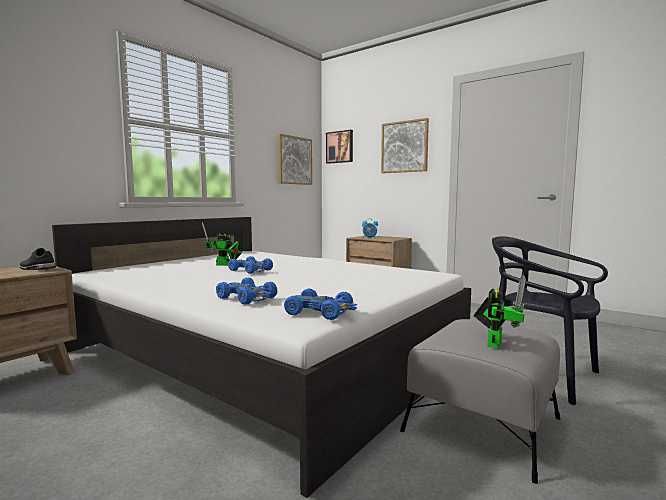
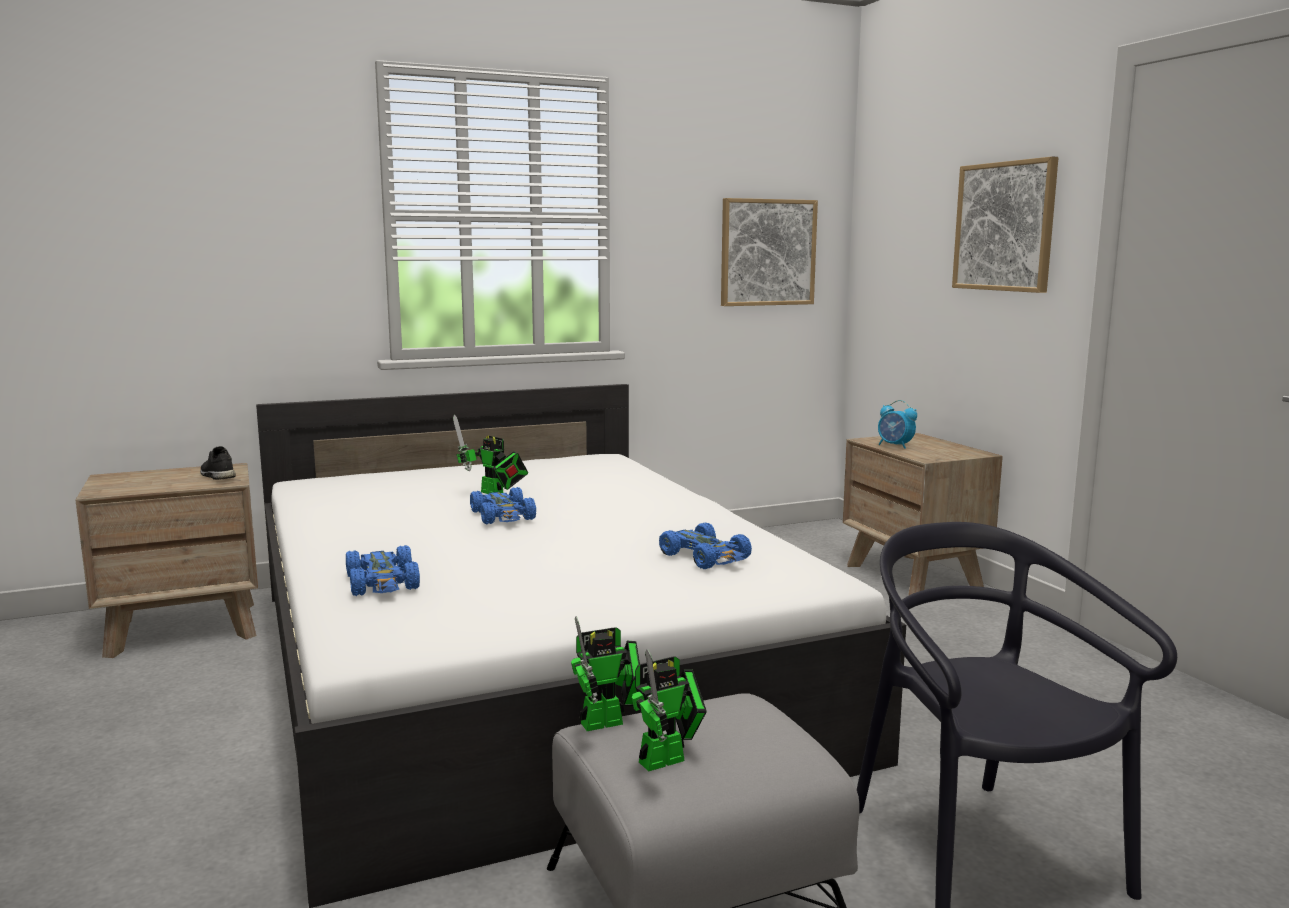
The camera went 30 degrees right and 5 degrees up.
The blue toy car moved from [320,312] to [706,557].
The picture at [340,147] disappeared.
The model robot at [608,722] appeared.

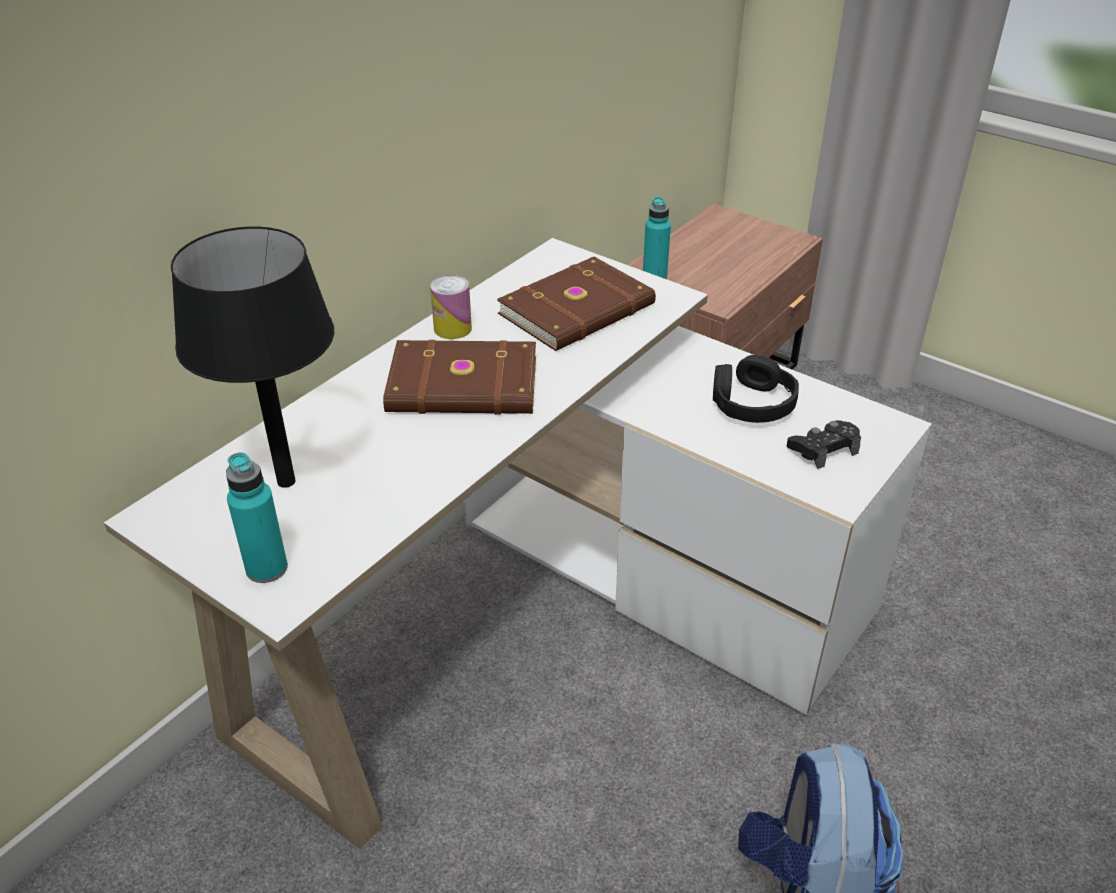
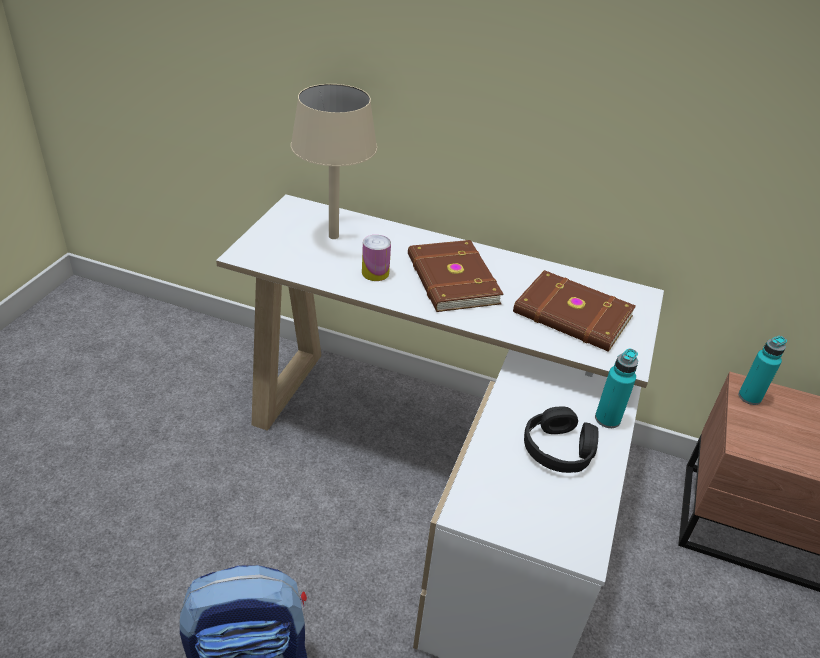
The camera went 70 degrees right and 0 degrees up.
The black-coloured tabletop lamp at [286,482] became the beige tabletop lamp at [333,236].
The turquoise-coloured beverage bottle moved from [266,568] to [607,419].
The can moved from [452,328] to [375,273].
The black-coloured gamepad at [823,449] disappeared.

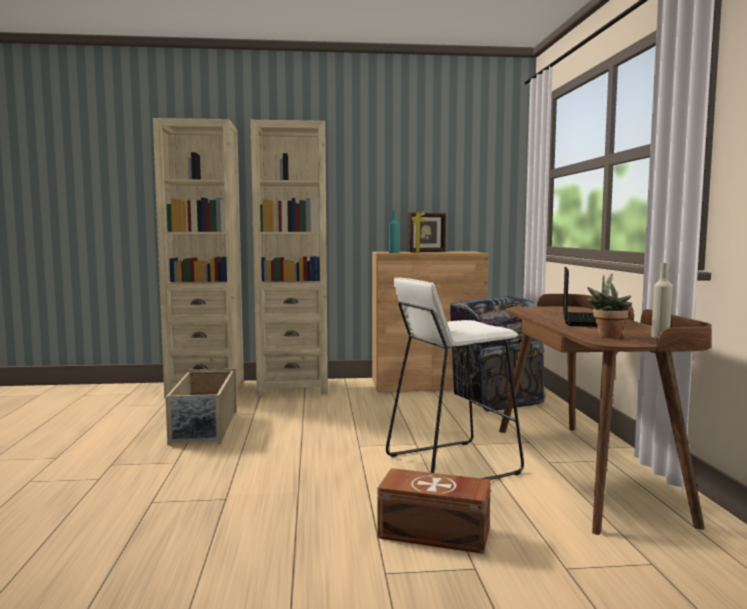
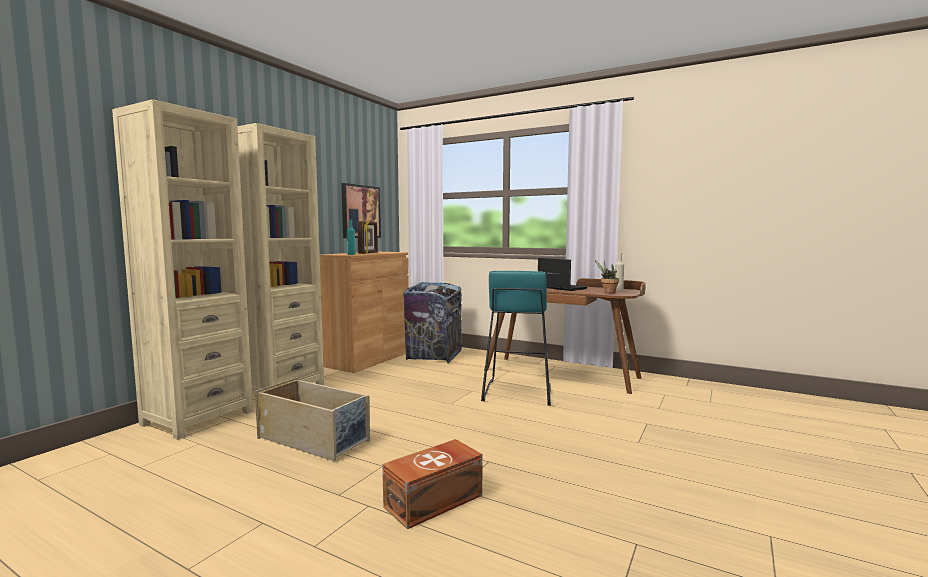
The camera went 55 degrees left and 0 degrees up.
The brown storage container moved from [435,534] to [435,501].
The white stool at [451,464] became the turquoise-coloured stool at [517,392].
The picture at [360,211] appeared.

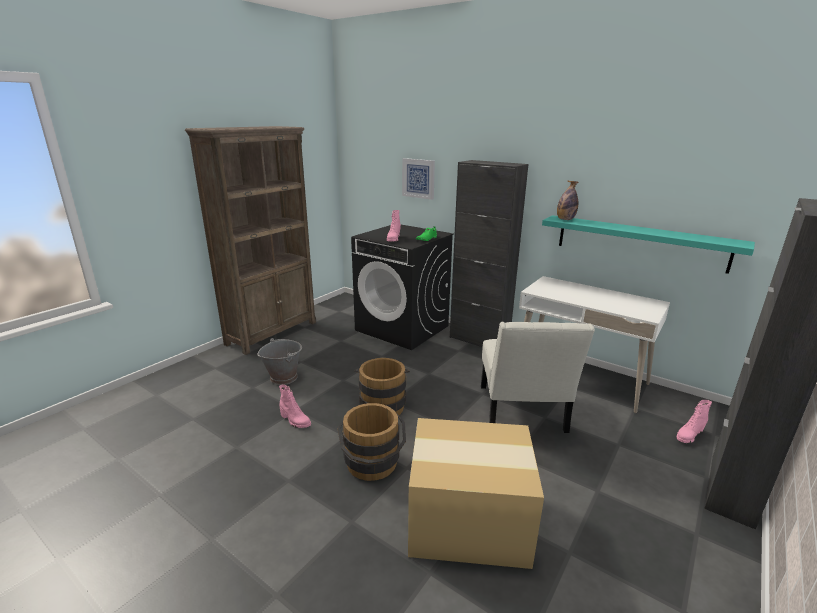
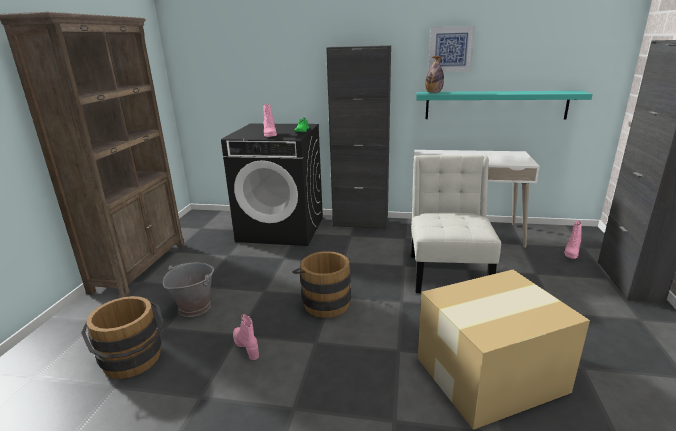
The camera went 25 degrees left and 0 degrees up.
The pink boot at [295,421] turned 135 degrees counterclockwise.
The brown pail moved from [372,466] to [134,362].
The picture moved from [418,178] to [450,49].
The white chair at [522,412] turned 150 degrees counterclockwise.

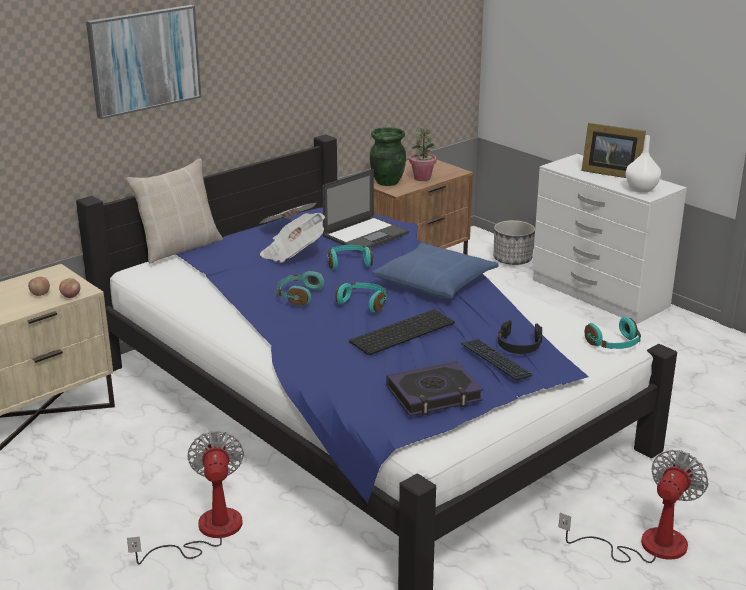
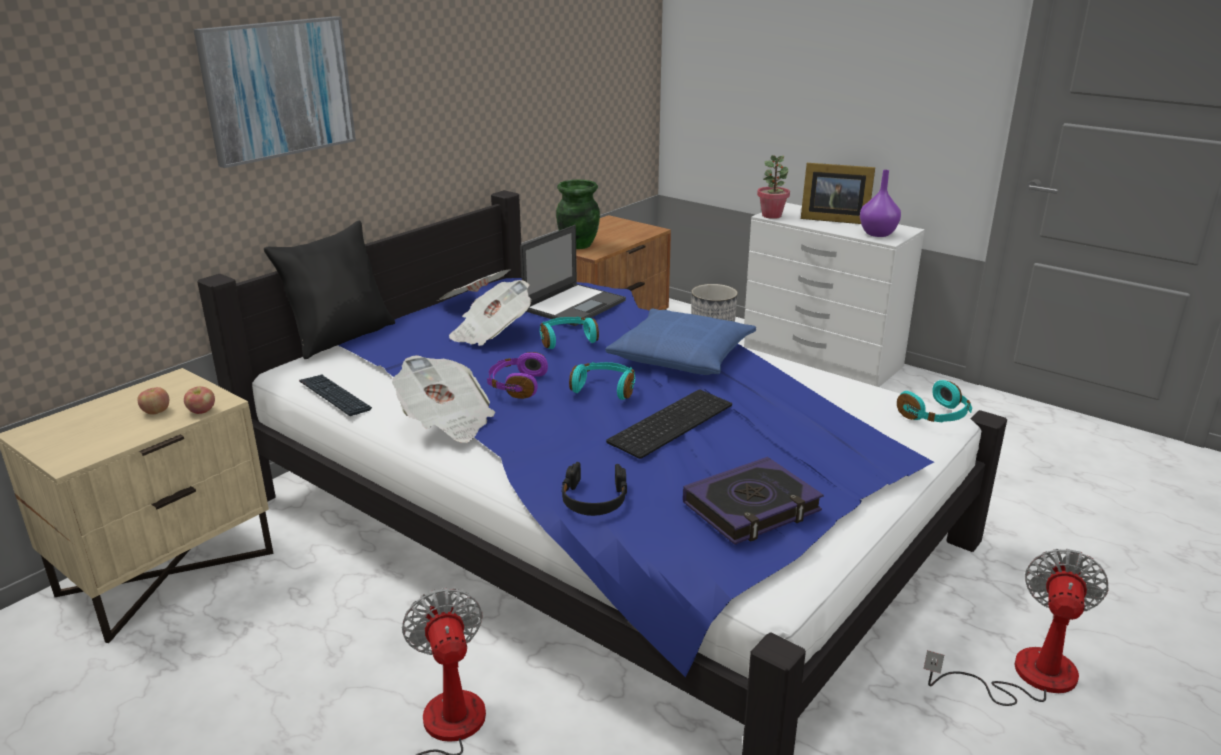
The camera went 10 degrees left and 0 degrees up.
The beige cushion at [179,247] became the black-coloured cushion at [340,336].
The turquoise-coloured headset at [298,295] became the purplish headset at [516,385].
The potted plant moved from [422,178] to [771,215].
The PC keyboard moved from [495,360] to [334,396].
The black-coloured headset moved from [519,345] to [594,499].
The white vase at [640,189] became the purplish vase at [877,233].
The daily paper at [446,421] appeared.

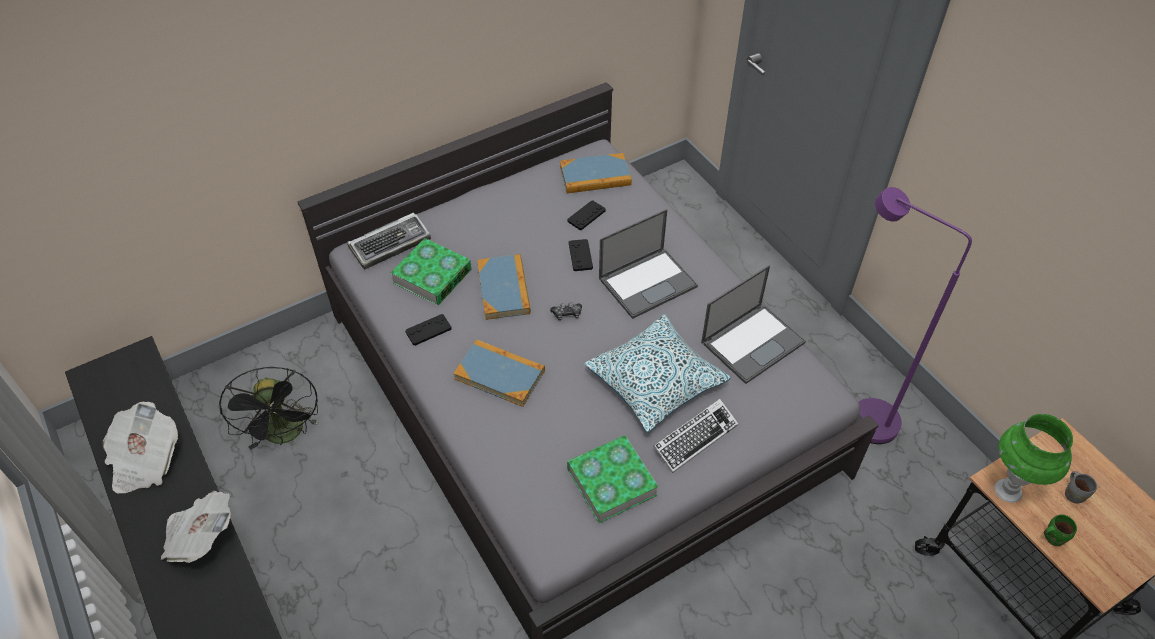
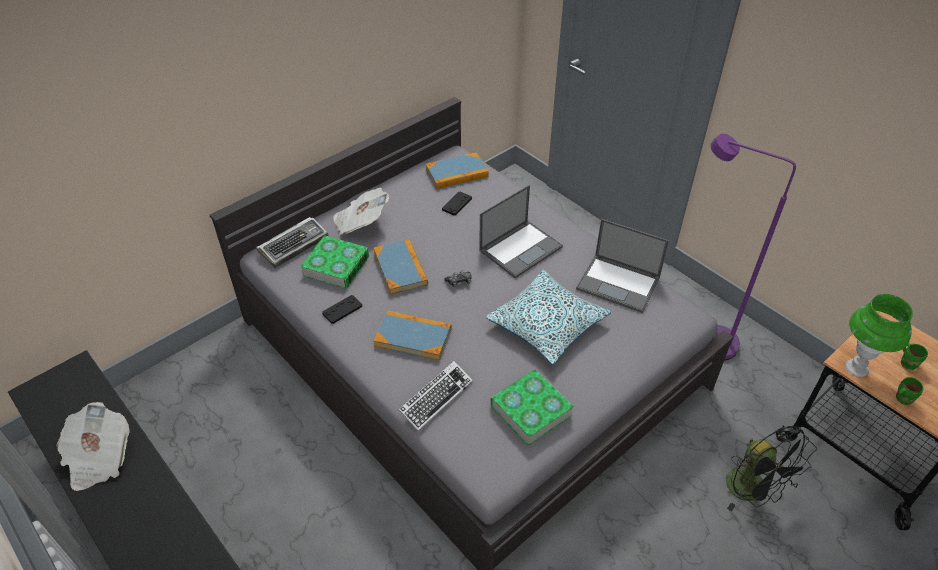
The camera went 10 degrees left and 5 degrees down.
The daily paper moved from [201,536] to [361,223].
The black-coloured fan moved from [286,435] to [752,491].
The black-coloured gamepad at [580,255] disappeared.
The PC keyboard moved from [695,438] to [436,398].
The laptop at [753,342] turned 75 degrees clockwise.
The grey tea mug at [1074,494] became the green tea mug at [908,363].

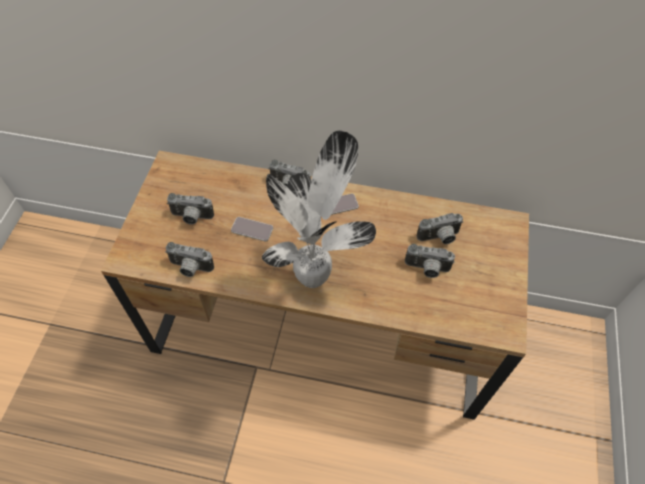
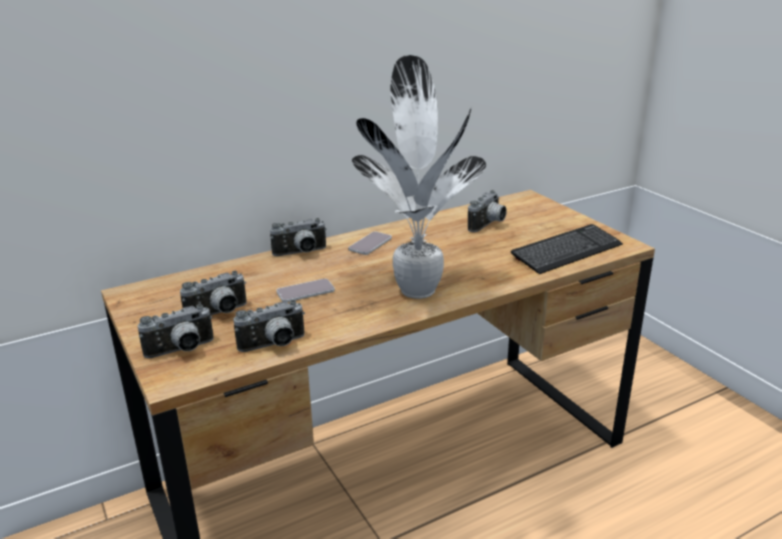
The camera went 40 degrees left and 30 degrees down.
The photo camera moved from [427,269] to [181,351].
The PC keyboard at [566,251] appeared.

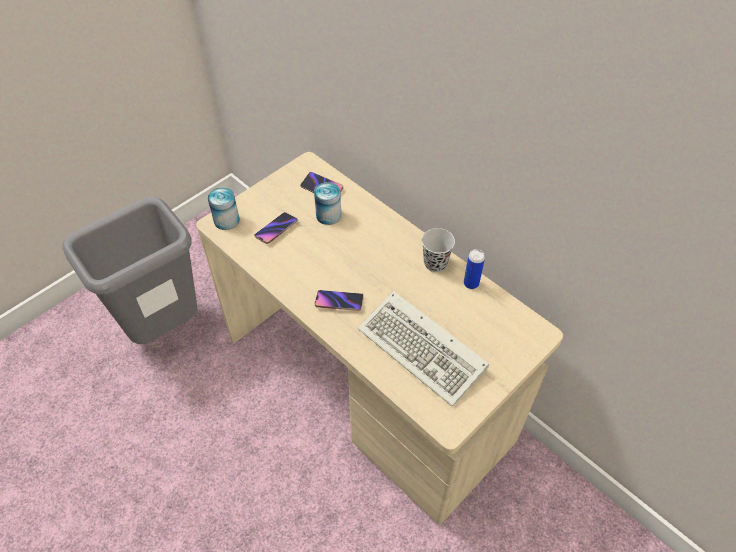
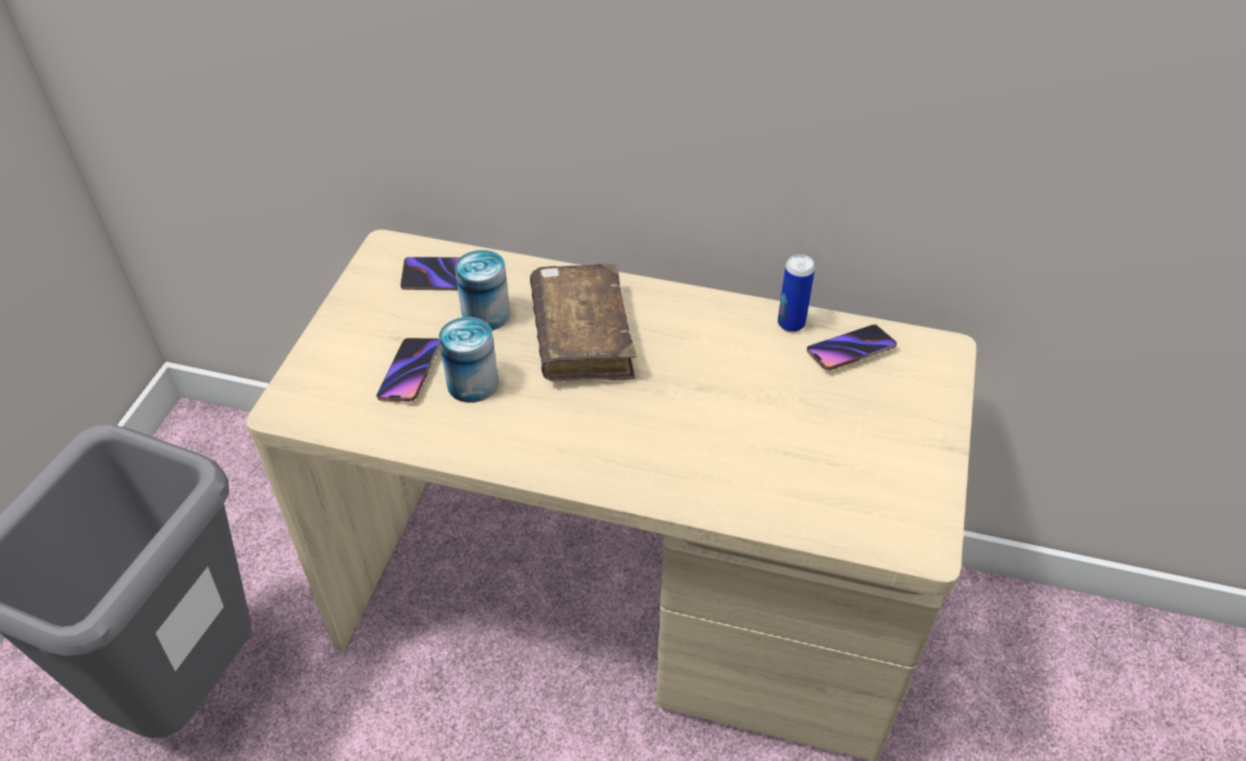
The camera went 30 degrees left and 5 degrees down.
The can moved from [226,220] to [472,383].
The phone moved from [339,302] to [850,351].
The PC keyboard at [425,350] disappeared.
The black-coloured drinking cup at [435,263] disappeared.
The brown book at [581,336] appeared.

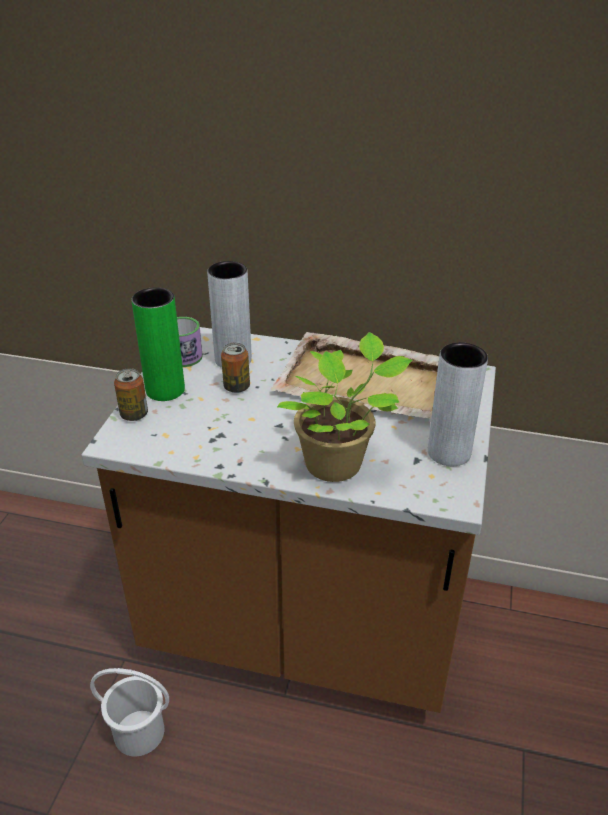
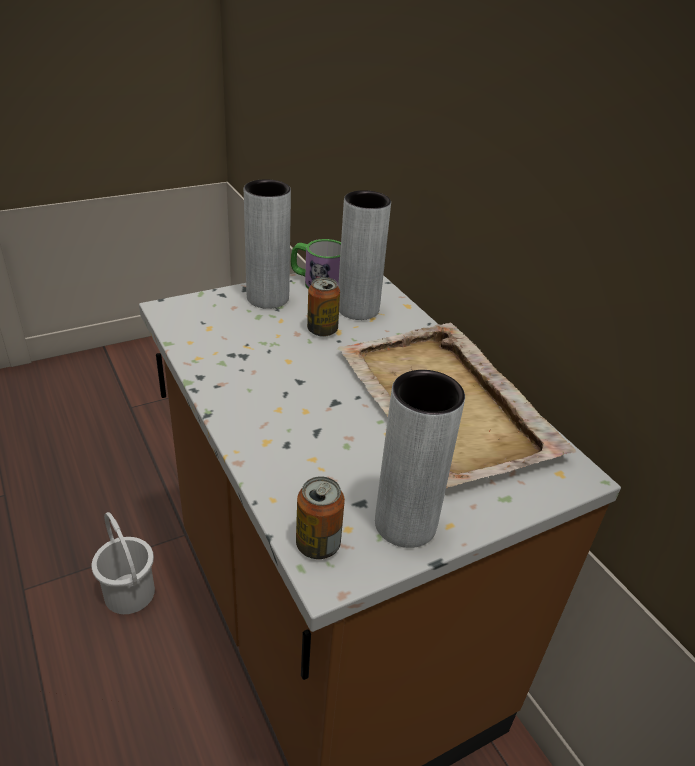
The camera went 45 degrees right and 0 degrees up.
The can moved from [134,414] to [318,544].
The green vase at [165,390] became the grey vase at [268,298].
The potted plant at [338,464] disappeared.

